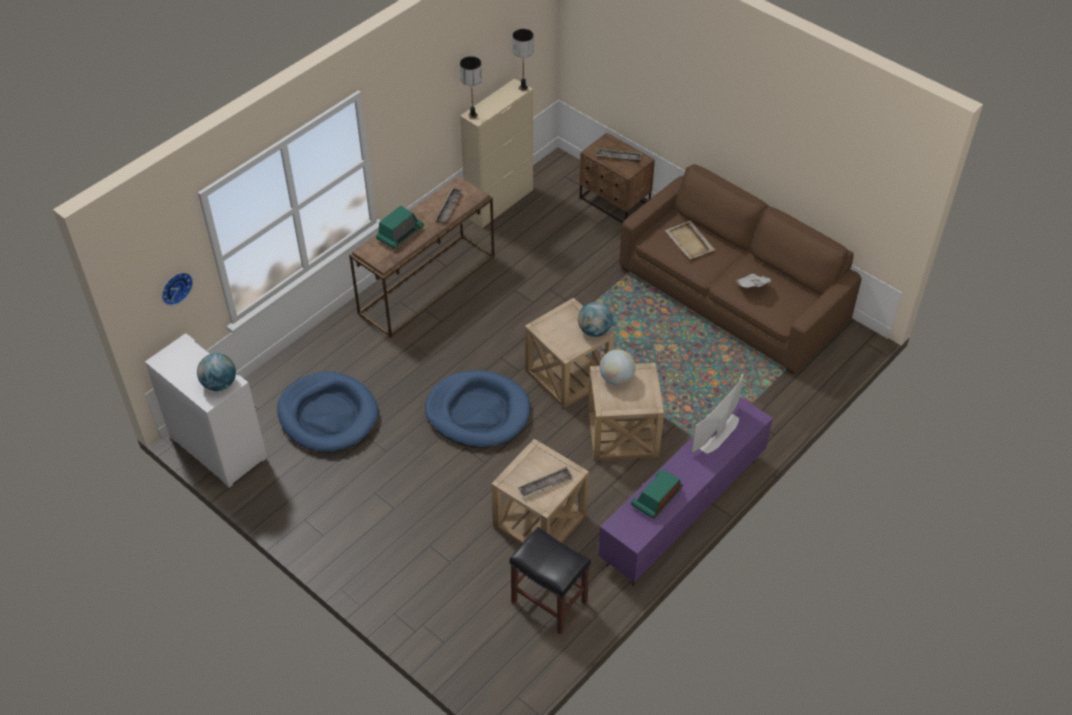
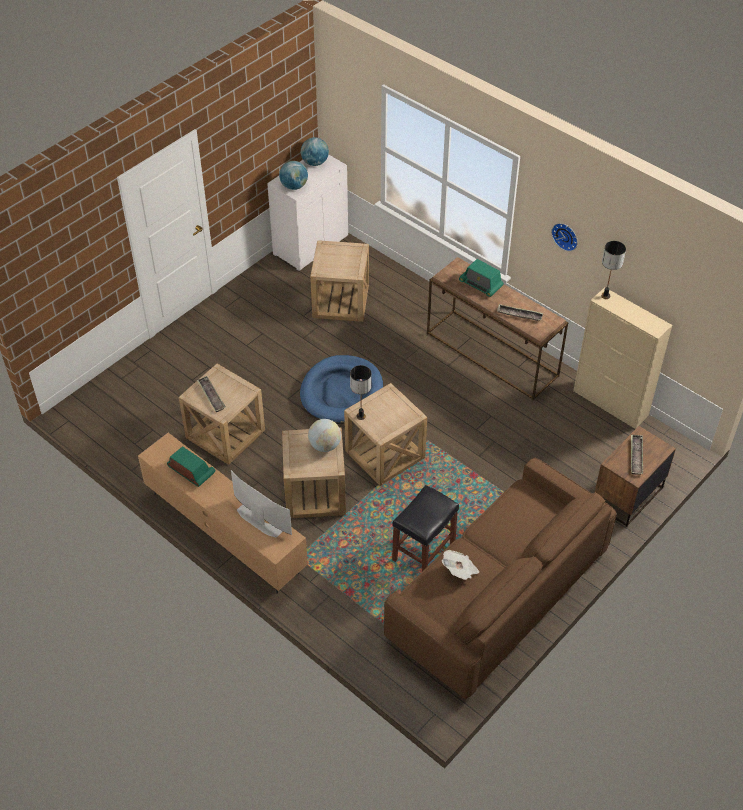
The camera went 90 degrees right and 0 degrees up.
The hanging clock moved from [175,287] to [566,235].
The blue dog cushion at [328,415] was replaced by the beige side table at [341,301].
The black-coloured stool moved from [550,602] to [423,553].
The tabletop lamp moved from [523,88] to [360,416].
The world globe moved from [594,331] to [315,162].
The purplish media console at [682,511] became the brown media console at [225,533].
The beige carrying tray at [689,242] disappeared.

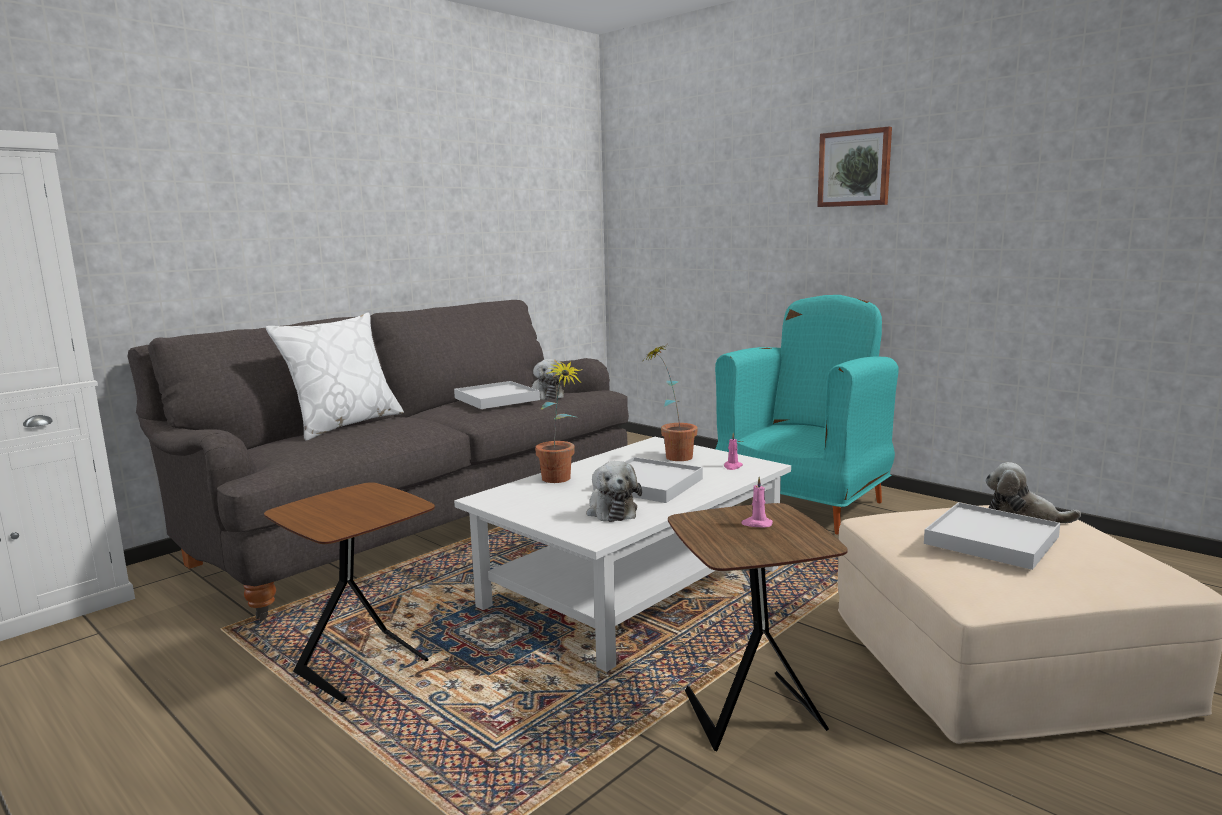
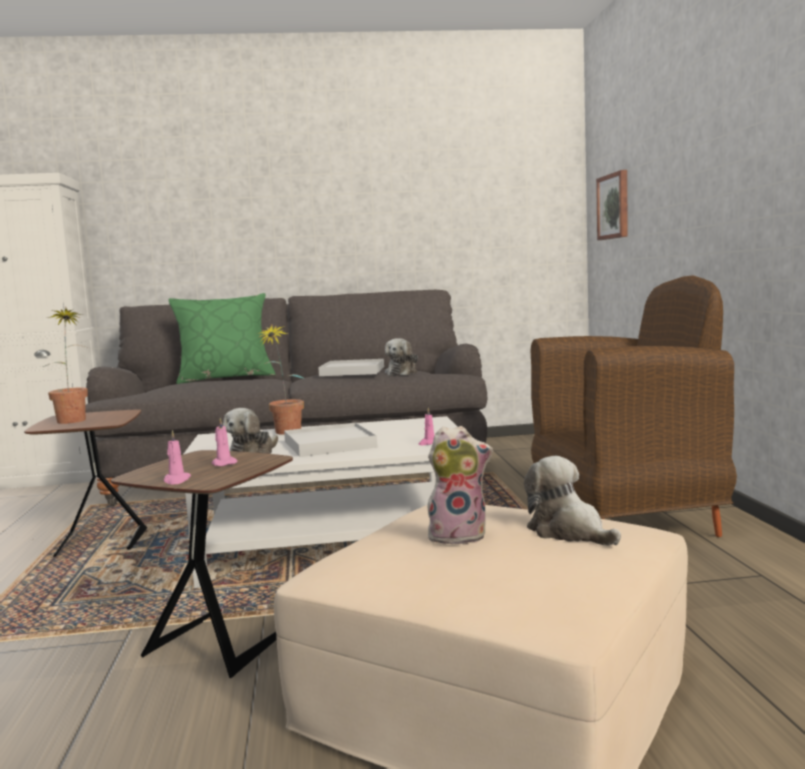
The camera went 40 degrees right and 5 degrees down.
The white cushion at [344,424] became the green cushion at [225,378].
The potted plant moved from [672,456] to [73,419].
The turquoise-coloured easy chair at [804,504] became the brown easy chair at [628,520].
The picture moved from [854,168] to [614,206].
The white carrying tray at [991,540] was replaced by the plush toy at [459,536].
The pink wax light at [176,480] appeared.

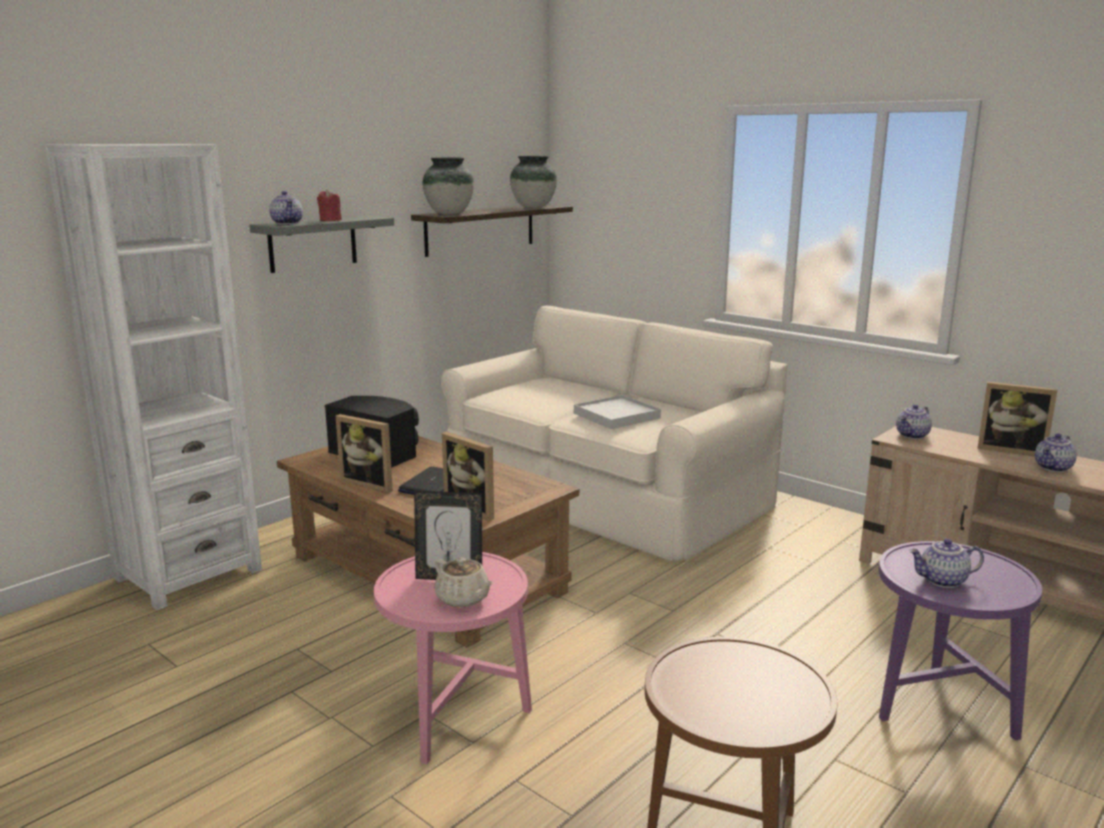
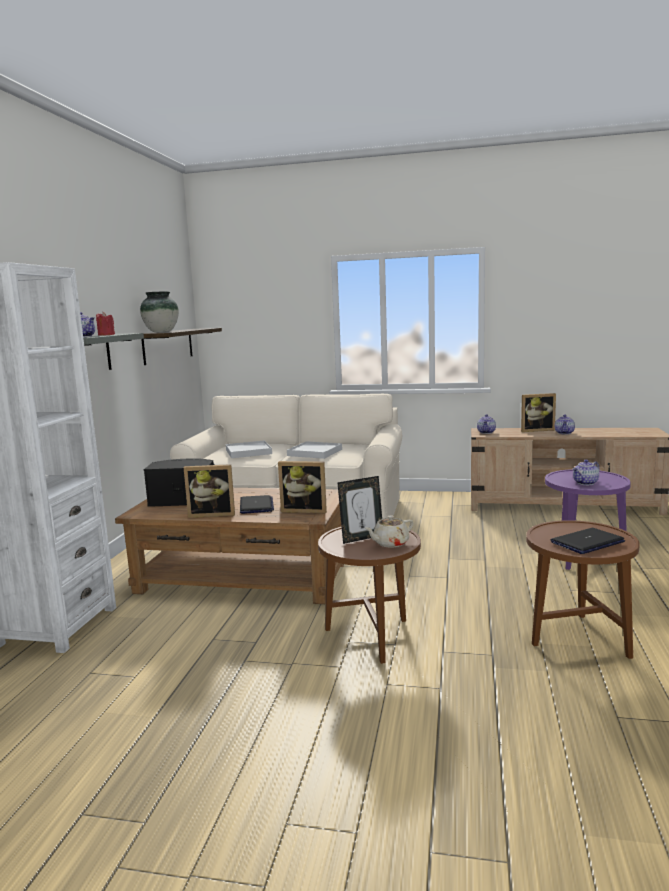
The camera went 30 degrees left and 5 degrees down.
The pink side table at [456,721] became the brown side table at [372,638].
The beige teapot at [463,598] turned 135 degrees clockwise.
The vase at [533,207] disappeared.
The white carrying tray at [248,452] appeared.
The laptop at [587,542] appeared.

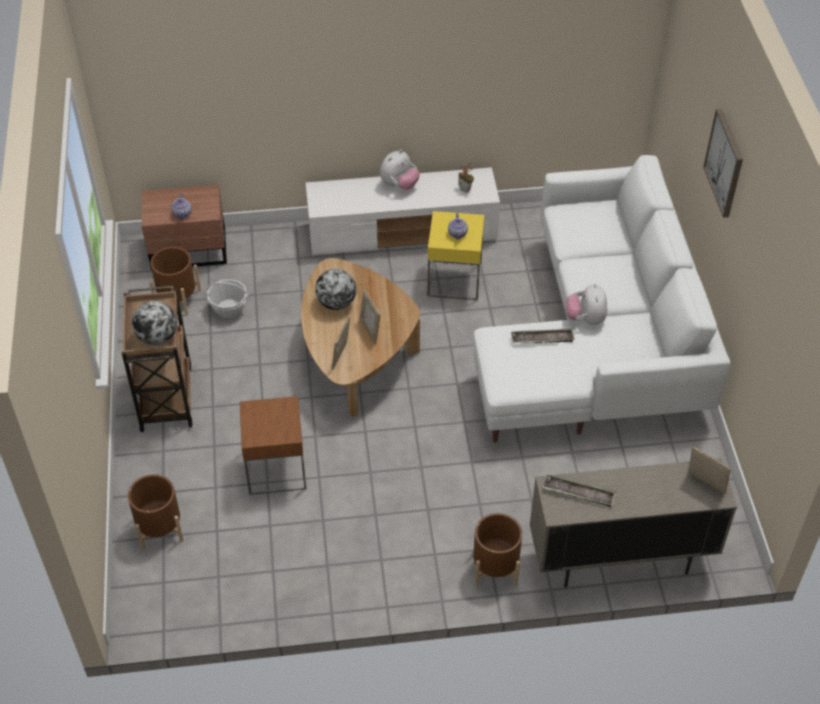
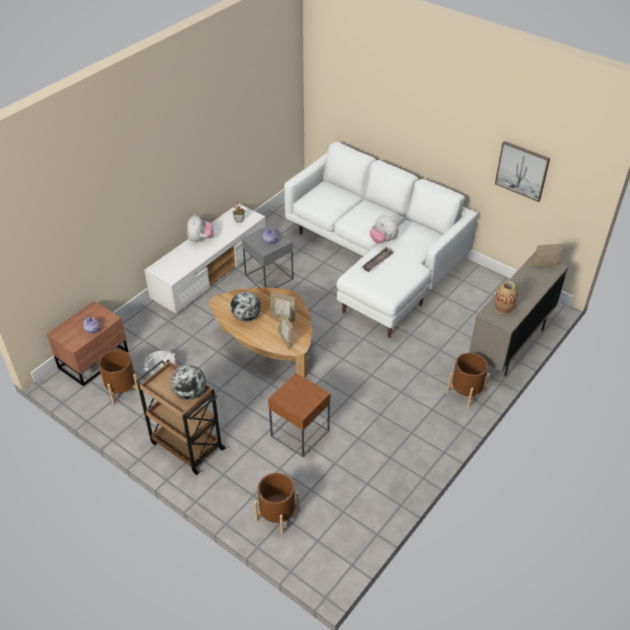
The camera went 45 degrees left and 5 degrees down.
The yellow side table at [454,280] became the grey side table at [269,277].
The carrying tray at [578,493] was replaced by the vase at [503,308].
The picture moved from [725,163] to [522,170].

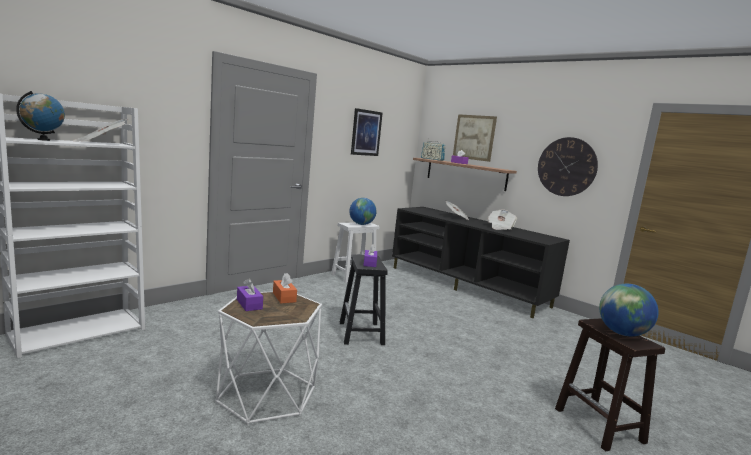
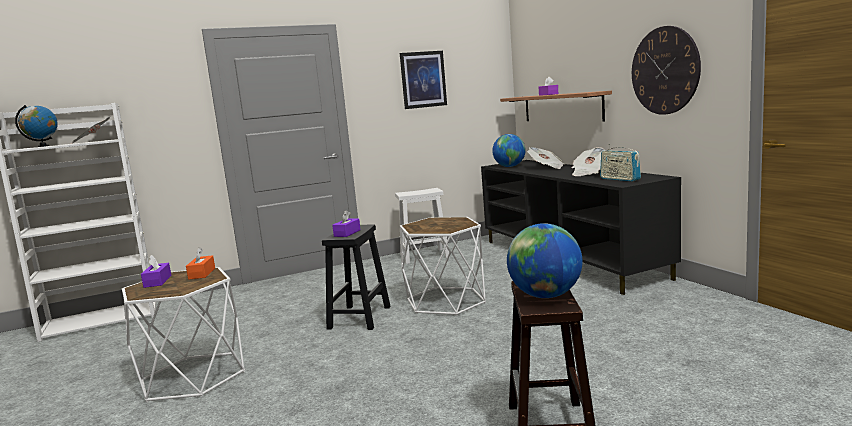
The camera went 25 degrees right and 0 degrees up.
The world globe moved from [361,224] to [509,166].
The radio receiver moved from [432,159] to [620,179].
The picture at [474,137] disappeared.
The white side table at [445,301] appeared.

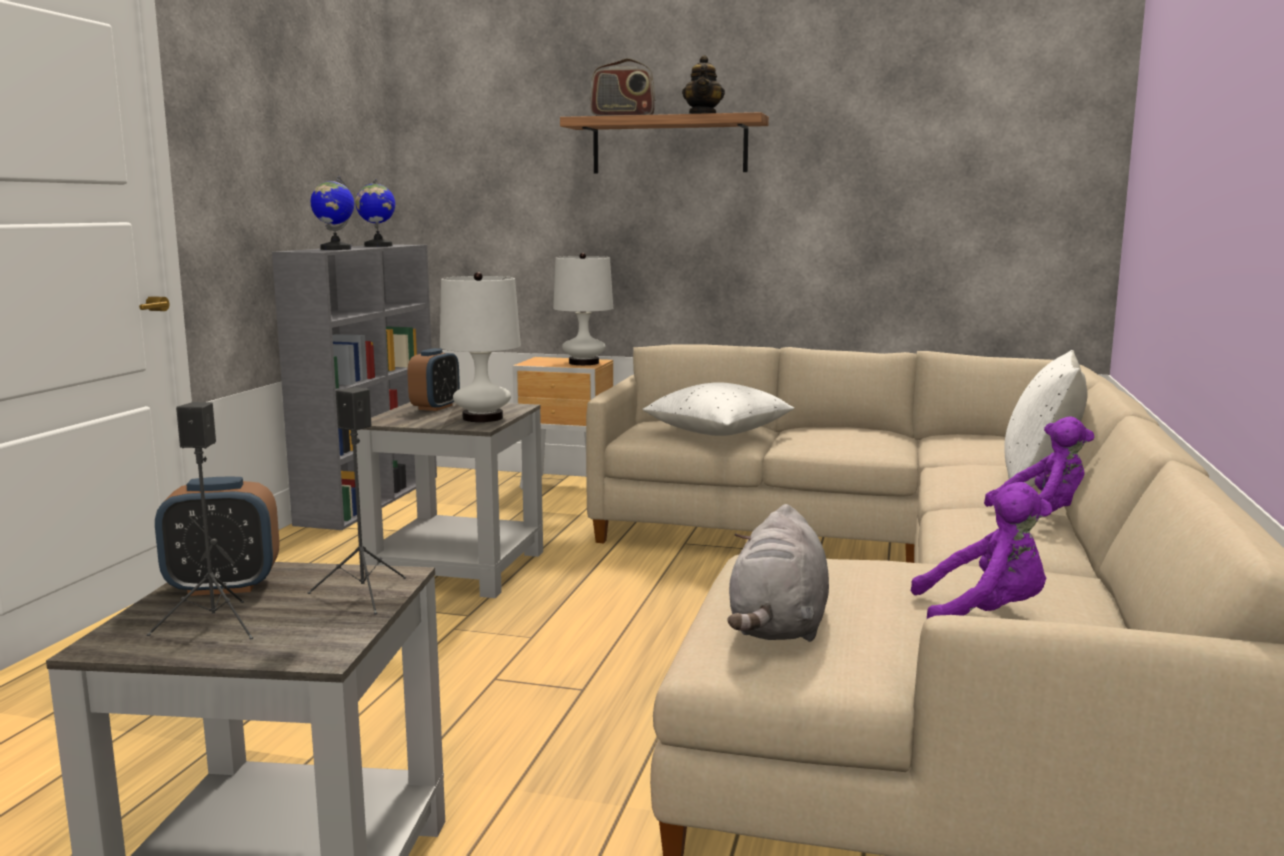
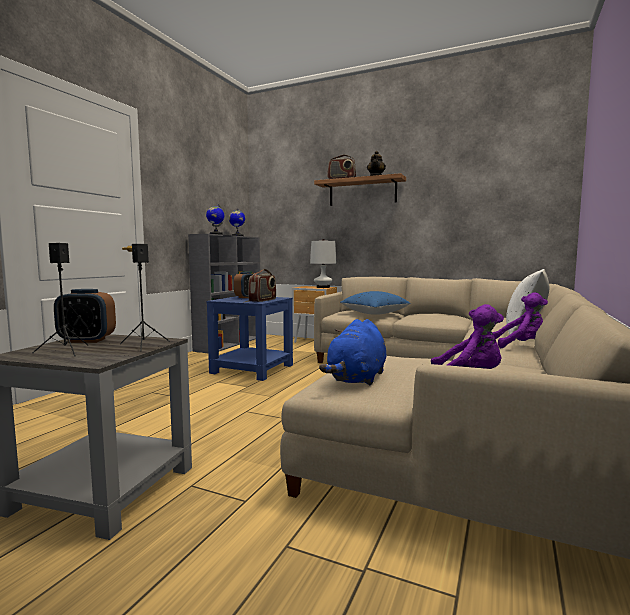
The camera went 10 degrees right and 5 degrees down.
The grey side table at [456,567] became the blue side table at [252,368].
The white tabletop lamp at [482,418] was replaced by the radio receiver at [263,300].
The white cushion at [718,432] became the blue cushion at [374,314].
The grey plush toy at [778,627] became the blue plush toy at [357,379].

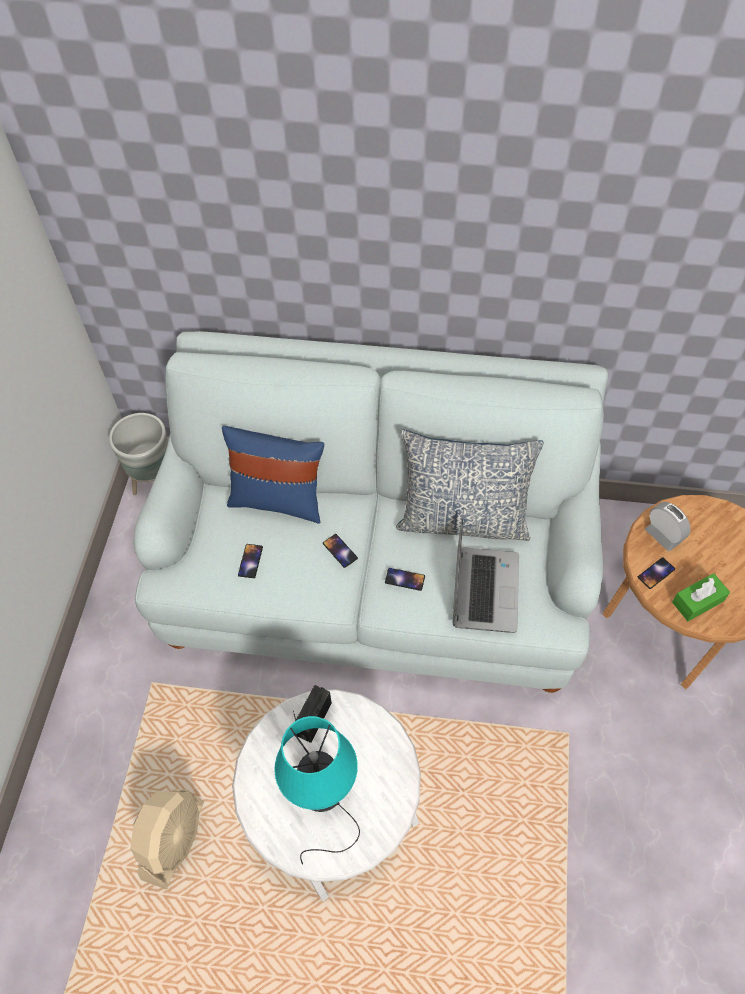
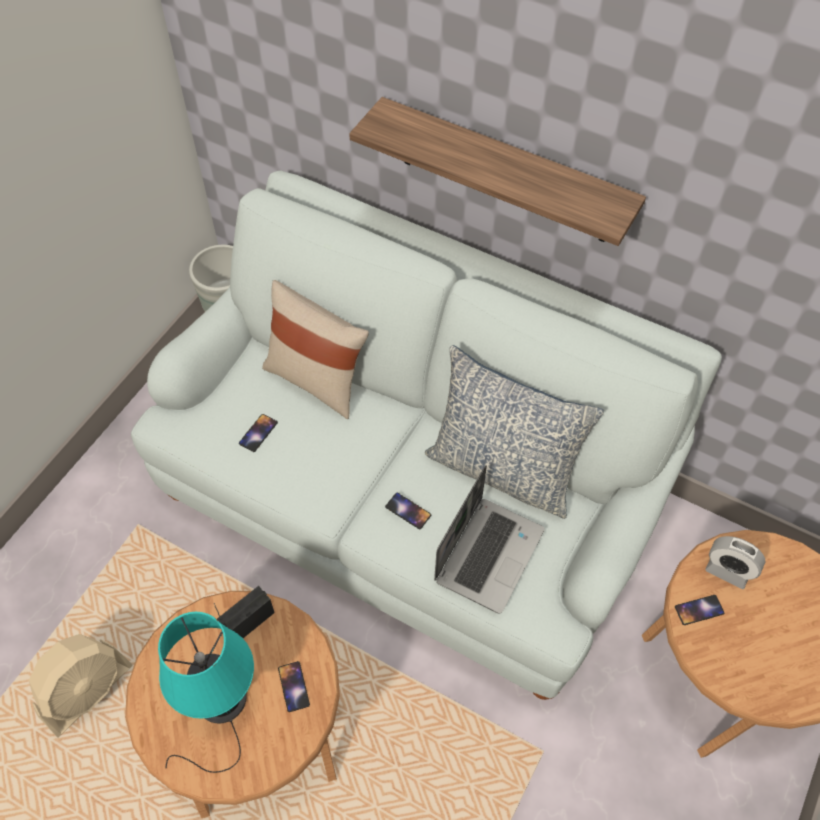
The camera went 20 degrees right and 0 degrees up.
The blue cushion at [278,500] became the beige cushion at [317,380].
The white side table at [334,815] became the brown side table at [254,734].
The phone moved from [340,551] to [293,686].
The alarm clock at [663,535] turned 135 degrees clockwise.
The green box of tissues at [697,601] disappeared.
The shelf at [505,172] appeared.

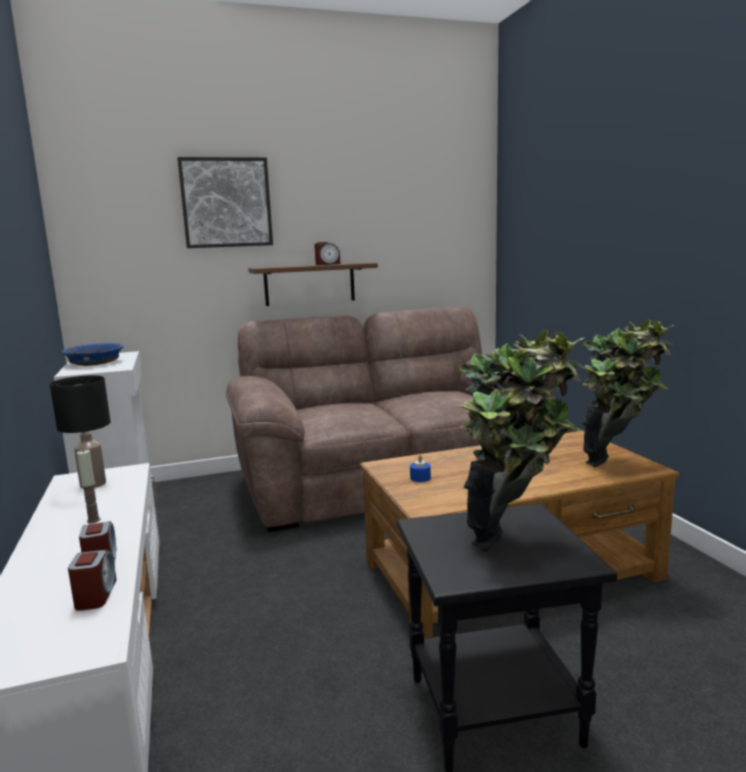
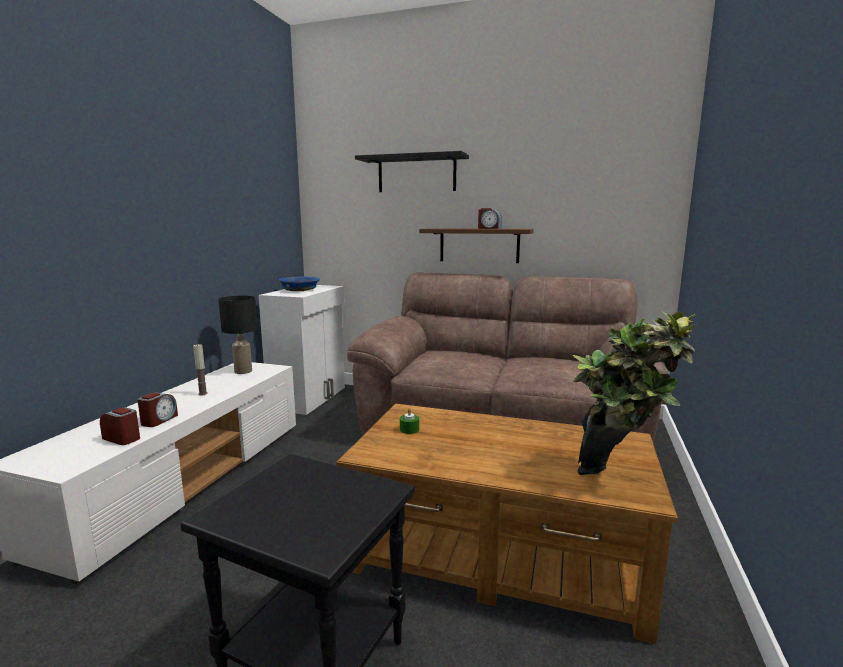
The camera went 35 degrees right and 0 degrees up.
The alarm clock at [96,595] turned 90 degrees counterclockwise.
The picture at [226,203] was replaced by the black-coloured shelf at [416,174].
The blue wax light at [420,478] became the green wax light at [409,429].
The potted plant at [513,535] disappeared.

